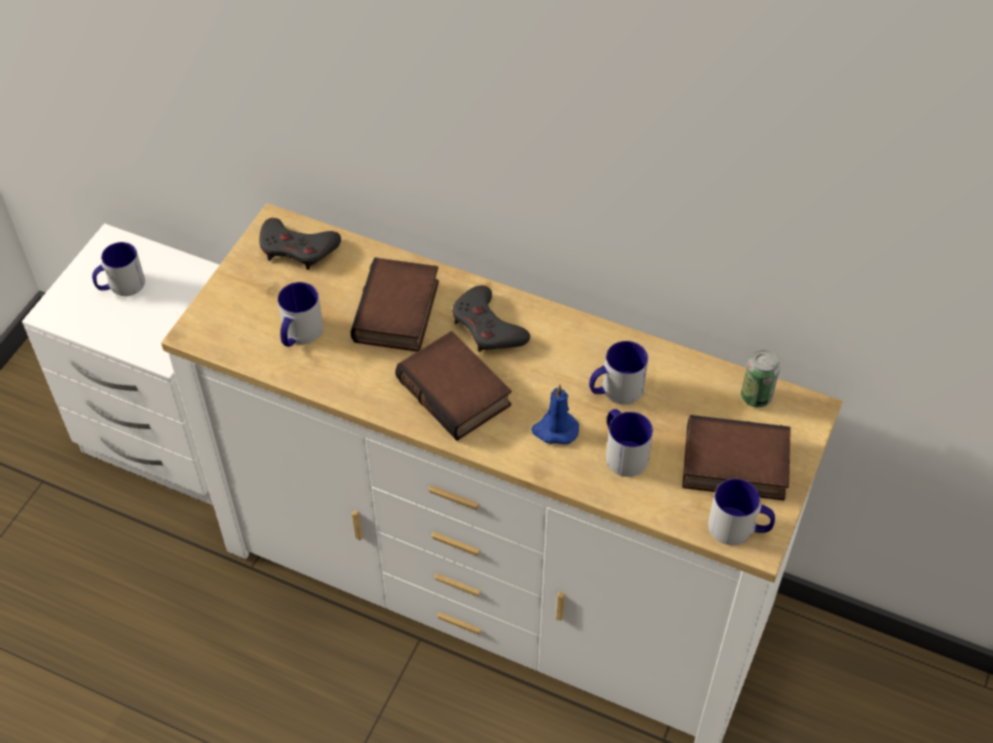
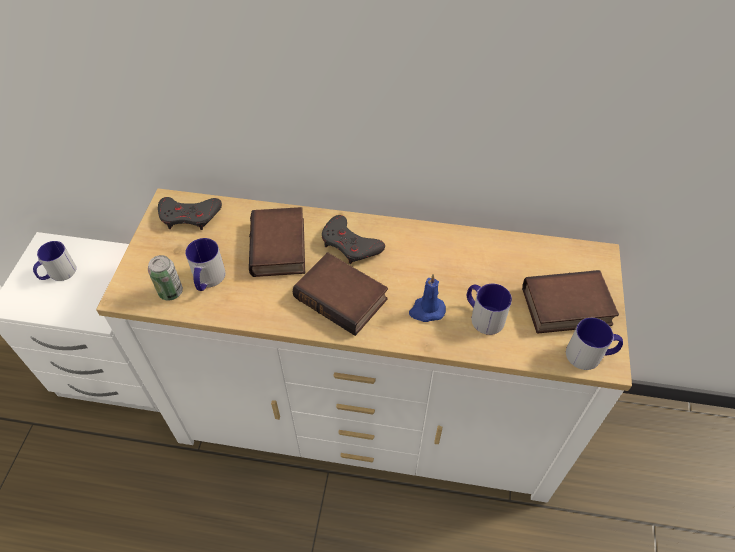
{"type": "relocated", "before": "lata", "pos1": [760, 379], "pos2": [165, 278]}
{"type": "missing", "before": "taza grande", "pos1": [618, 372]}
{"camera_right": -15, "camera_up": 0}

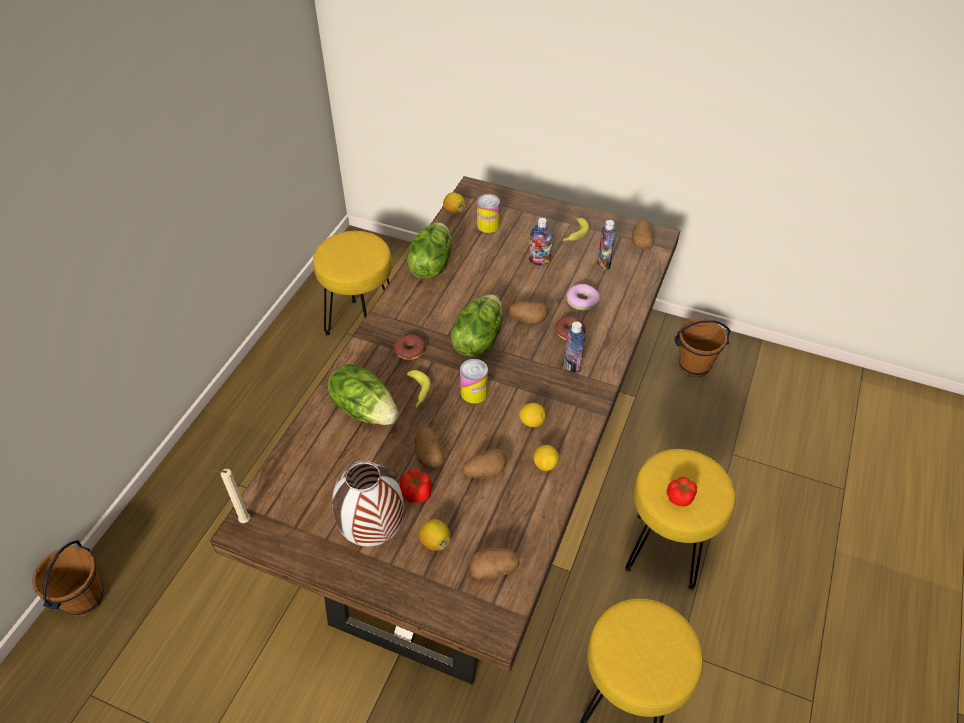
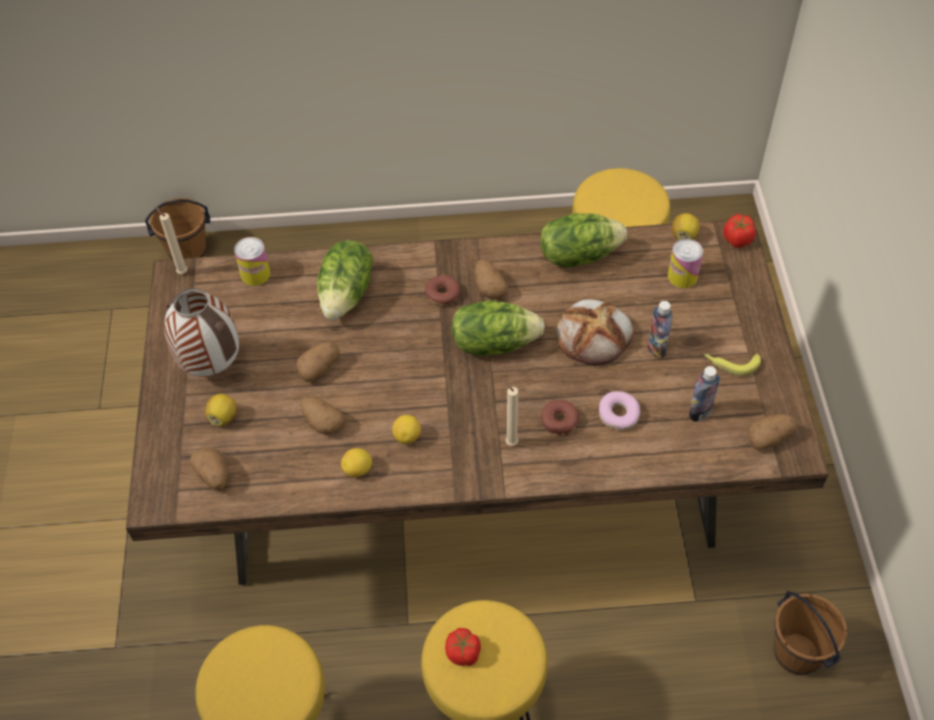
{"type": "relocated", "before": "lata", "pos1": [474, 381], "pos2": [252, 261]}
{"type": "relocated", "before": "patata", "pos1": [529, 312], "pos2": [491, 279]}
{"type": "exchanged", "before": "botella", "after": "vela [beis]", "pos1": [574, 347], "pos2": [510, 413]}
{"type": "appeared", "after": "pan", "pos2": [594, 332]}
{"type": "relocated", "before": "tomate", "pos1": [416, 486], "pos2": [739, 231]}
{"type": "missing", "before": "plátano", "pos1": [419, 389]}
{"camera_right": 65, "camera_up": 5}

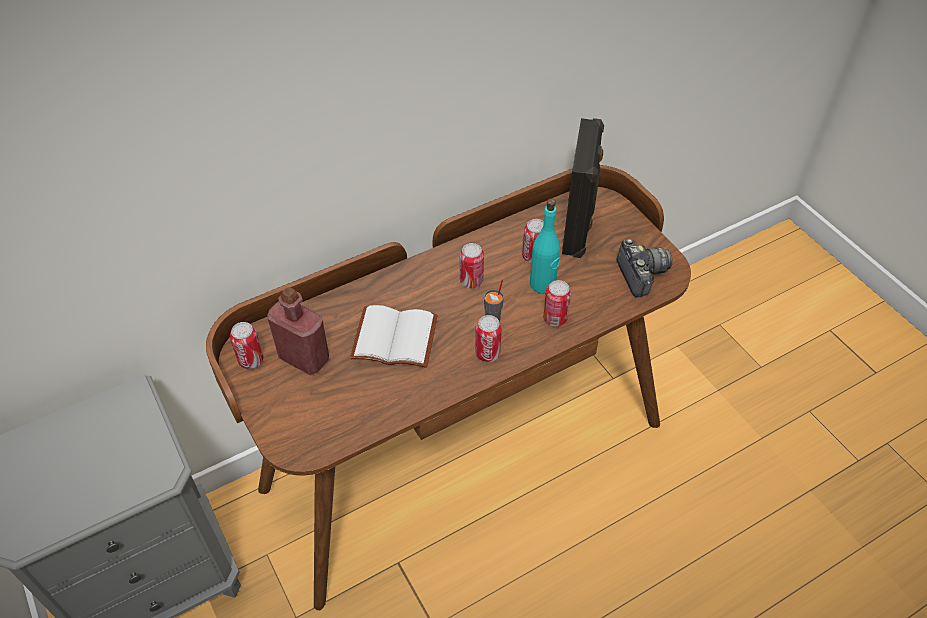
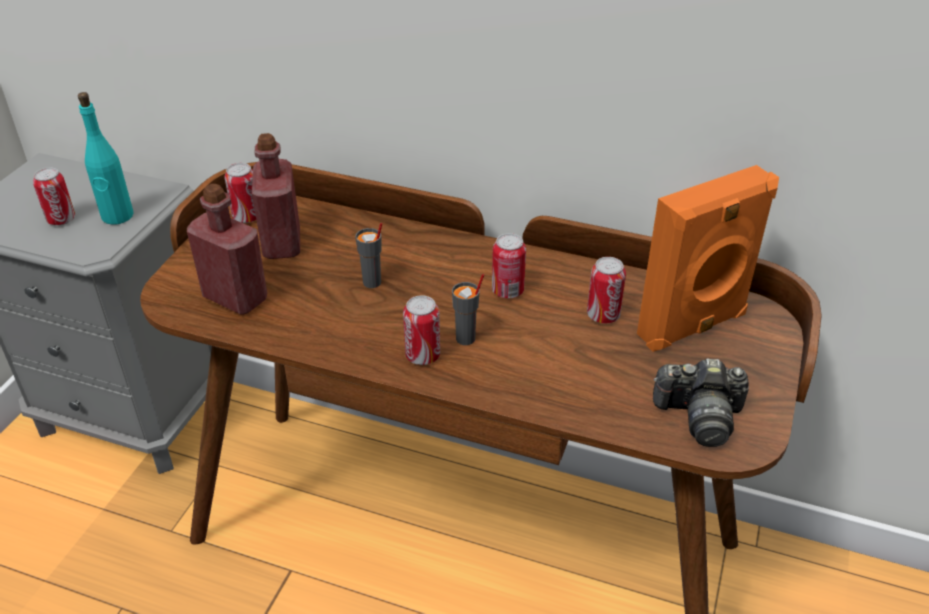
{"type": "relocated", "before": "lata", "pos1": [557, 303], "pos2": [54, 196]}
{"type": "relocated", "before": "botella [turquesa]", "pos1": [545, 246], "pos2": [106, 158]}
{"type": "appeared", "after": "botella [rojo]", "pos2": [227, 249]}
{"type": "exchanged", "before": "libro [blanco]", "after": "taza [gris]", "pos1": [394, 336], "pos2": [368, 255]}
{"type": "colour", "before": "altavoz [negro]", "after": "altavoz [naranja]", "pos1": [583, 188], "pos2": [708, 258]}
{"type": "spun", "before": "cámara", "pos1": [644, 268], "pos2": [701, 402], "turn": 60}
{"camera_right": 50, "camera_up": -10}

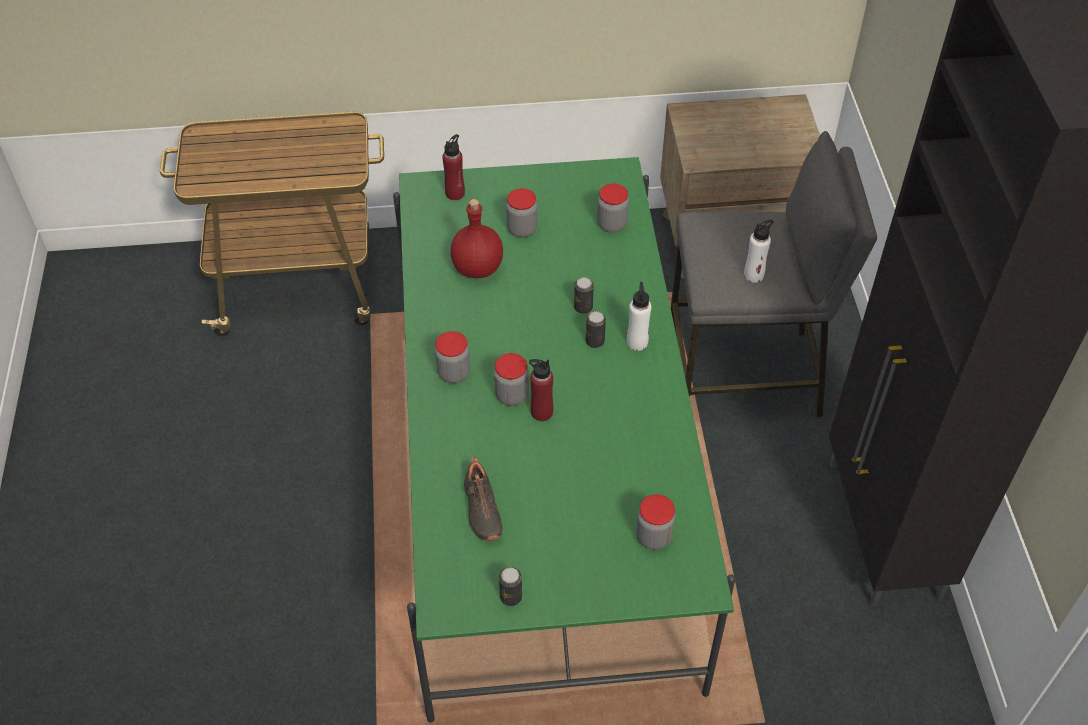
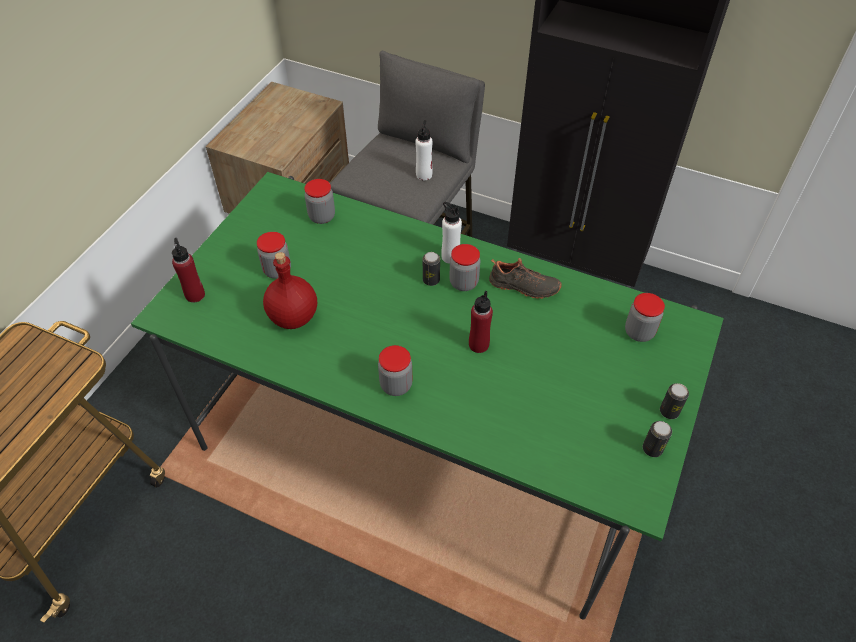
{"type": "relocated", "before": "tarro", "pos1": [511, 379], "pos2": [464, 267]}
{"type": "relocated", "before": "zapato [negro]", "pos1": [483, 498], "pos2": [525, 278]}
{"type": "relocated", "before": "lata", "pos1": [584, 295], "pos2": [674, 401]}
{"camera_right": -60, "camera_up": 0}

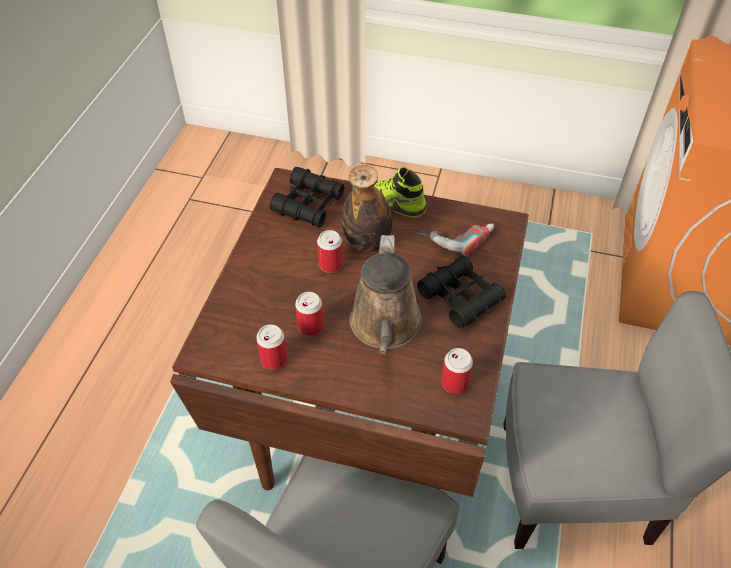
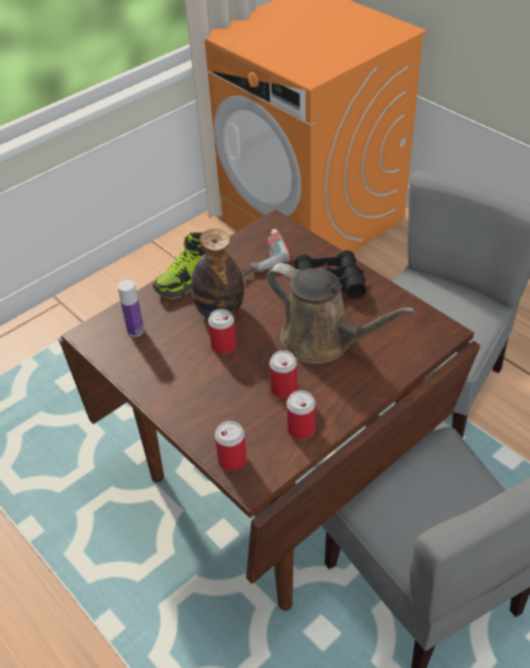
{"type": "exchanged", "before": "prismáticos [negro]", "after": "botella", "pos1": [307, 197], "pos2": [131, 308]}
{"type": "relocated", "before": "lata", "pos1": [457, 371], "pos2": [231, 446]}
{"camera_right": -55, "camera_up": -5}

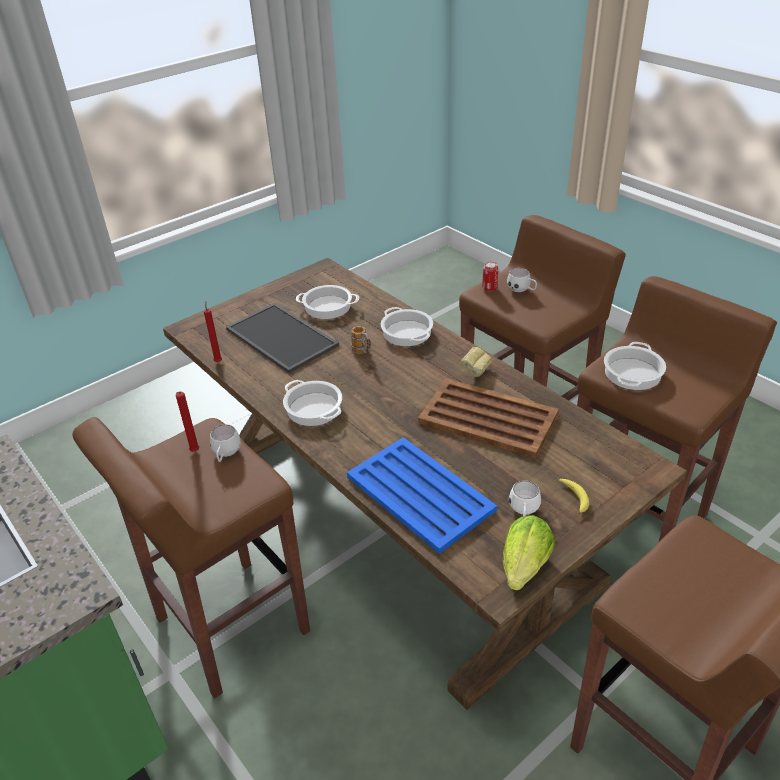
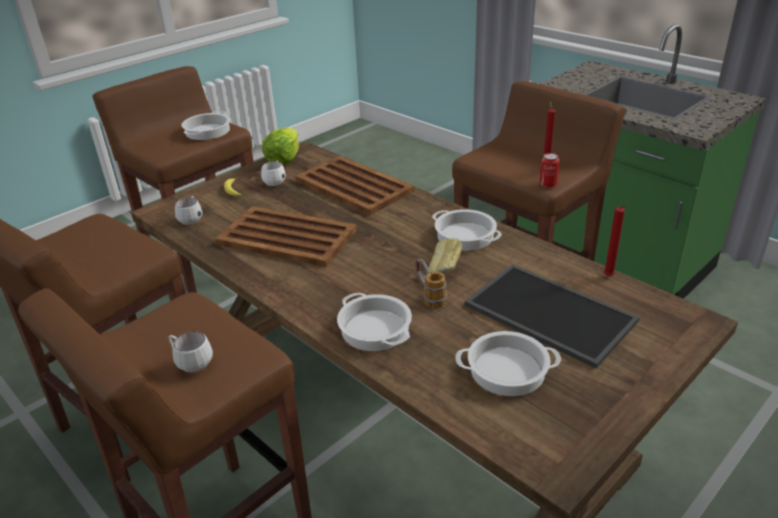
{"type": "relocated", "before": "taza grande [blanco]", "pos1": [225, 443], "pos2": [188, 210]}
{"type": "relocated", "before": "olla", "pos1": [635, 366], "pos2": [205, 125]}
{"type": "colour", "before": "bandeja [azul]", "after": "bandeja [marrón]", "pos1": [422, 495], "pos2": [355, 185]}
{"type": "relocated", "before": "pan", "pos1": [476, 362], "pos2": [445, 256]}
{"type": "relocated", "before": "lata", "pos1": [490, 276], "pos2": [549, 170]}
{"camera_right": 175, "camera_up": -5}

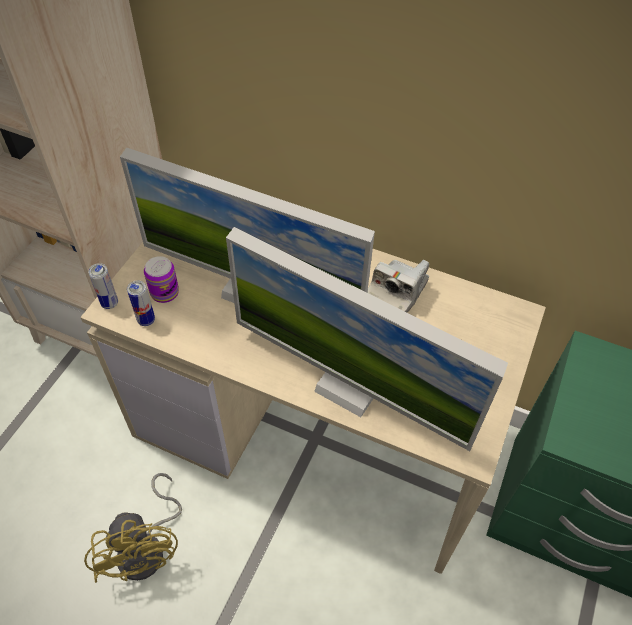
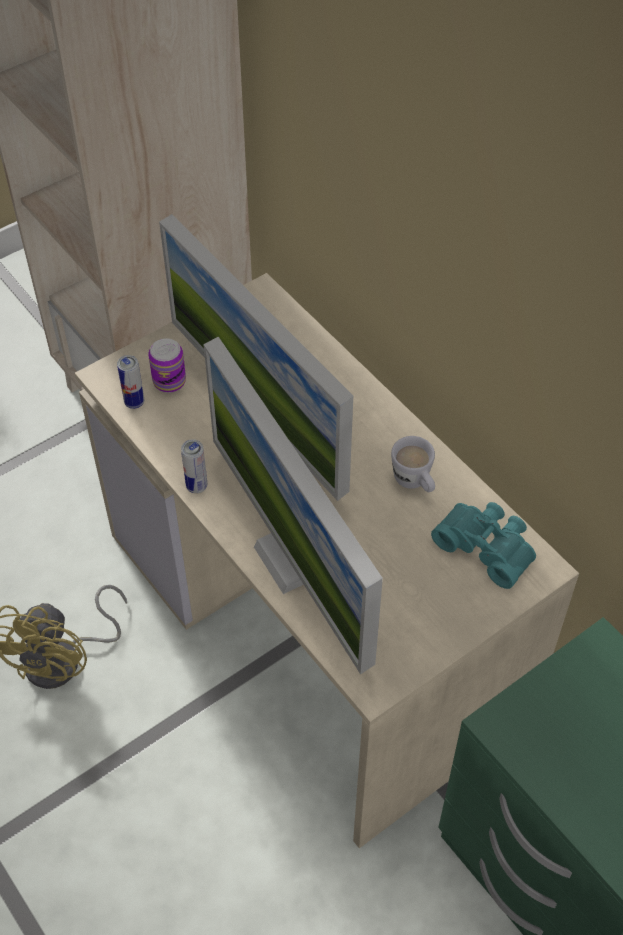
{"type": "relocated", "before": "lata", "pos1": [103, 286], "pos2": [194, 466]}
{"type": "exchanged", "before": "cámara", "after": "taza grande [blanco]", "pos1": [398, 286], "pos2": [413, 464]}
{"type": "appeared", "after": "prismáticos [turquesa]", "pos2": [483, 545]}
{"camera_right": 30, "camera_up": 0}

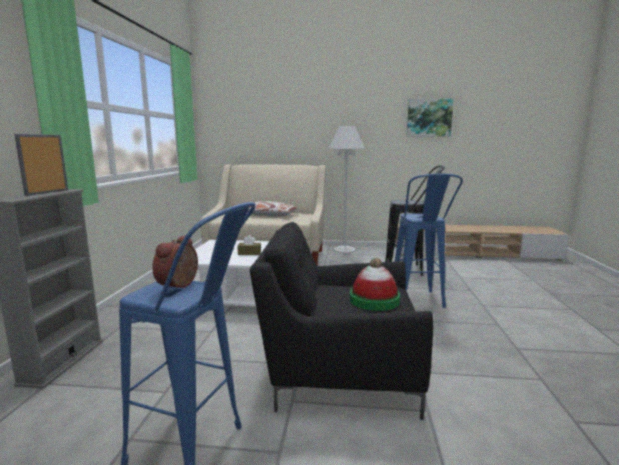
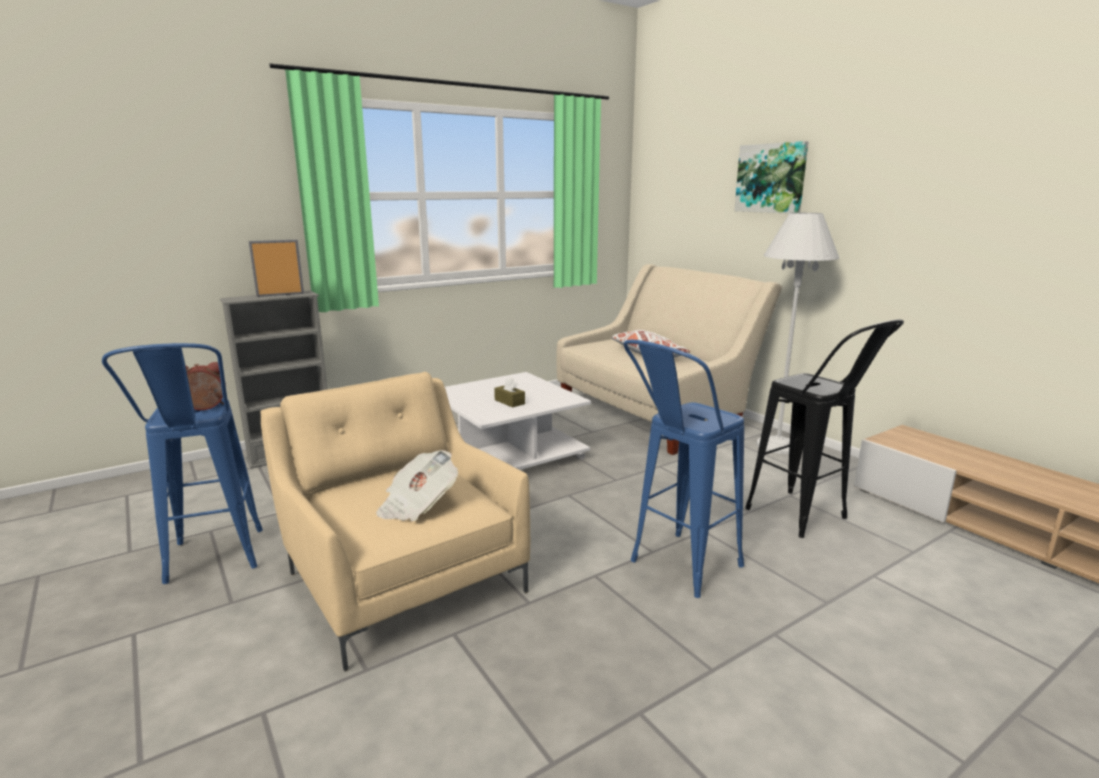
{"type": "colour", "before": "sillón [negro]", "after": "sillón [beis]", "pos1": [341, 321], "pos2": [395, 521]}
{"type": "exchanged", "before": "sombrero", "after": "periódico", "pos1": [375, 284], "pos2": [417, 486]}
{"type": "relocated", "before": "cuadro", "pos1": [430, 117], "pos2": [771, 177]}
{"camera_right": 50, "camera_up": 5}

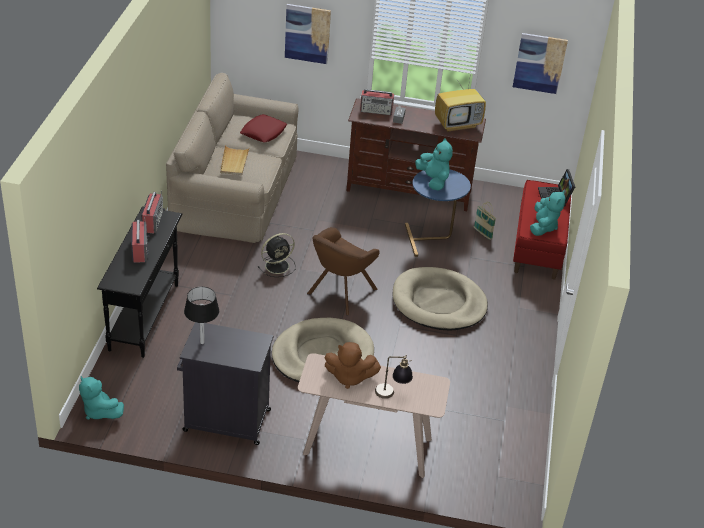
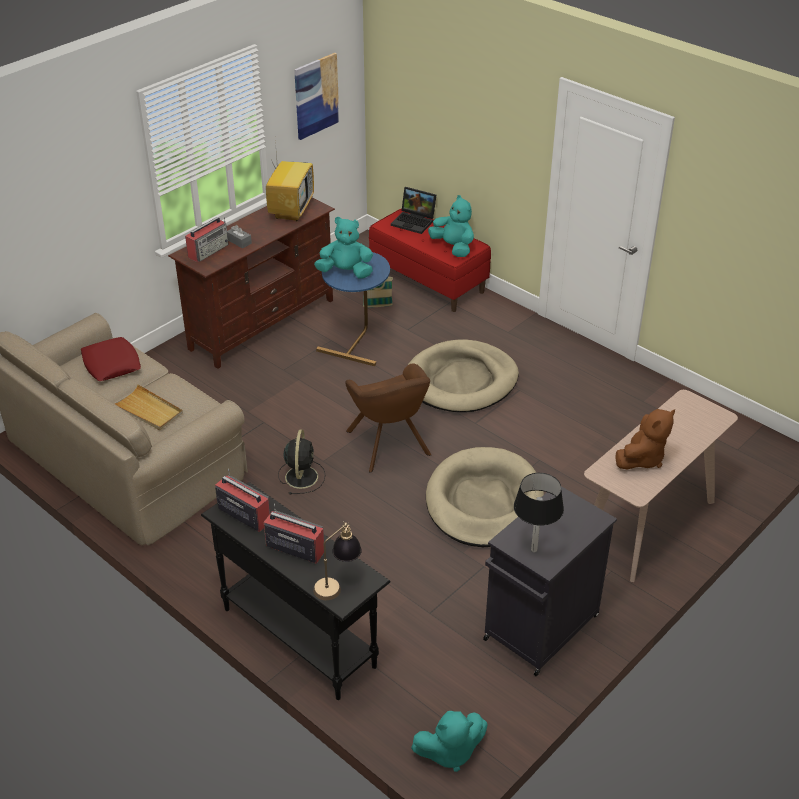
{"type": "relocated", "before": "lámpara de mesa", "pos1": [394, 377], "pos2": [337, 560]}
{"type": "missing", "before": "cuadro", "pos1": [308, 34]}
{"camera_right": -55, "camera_up": 0}

